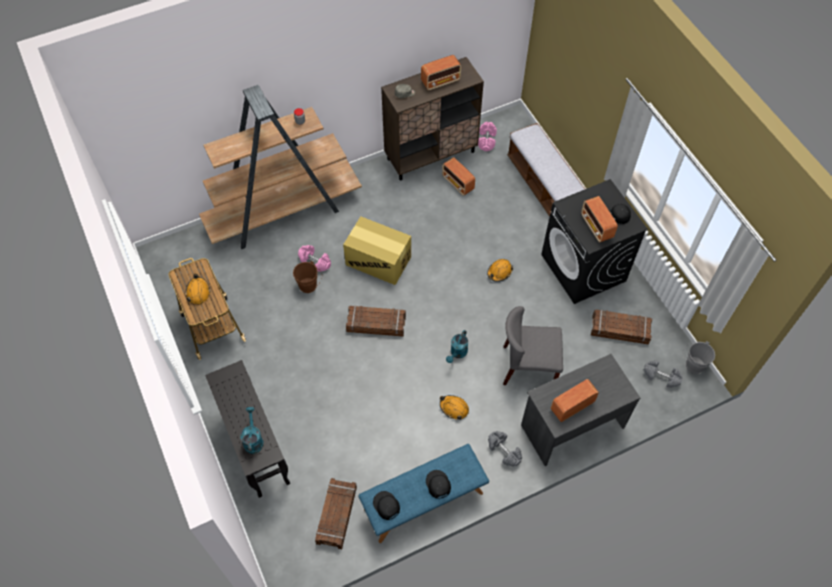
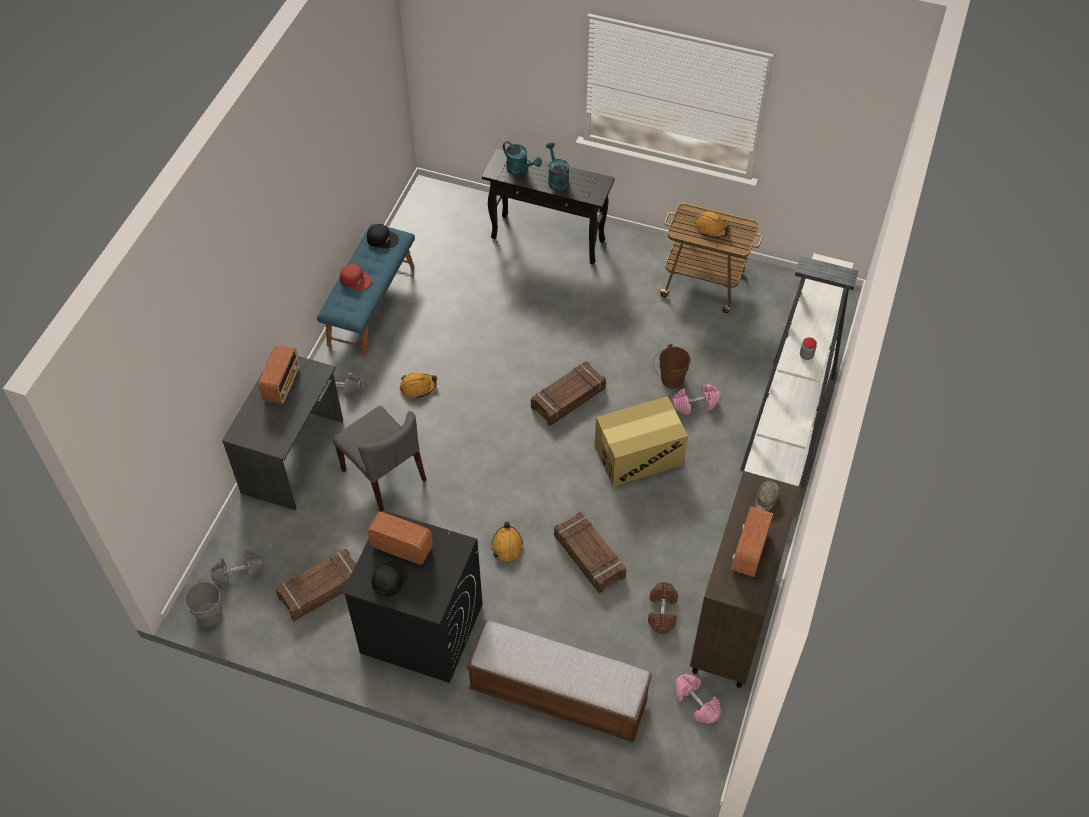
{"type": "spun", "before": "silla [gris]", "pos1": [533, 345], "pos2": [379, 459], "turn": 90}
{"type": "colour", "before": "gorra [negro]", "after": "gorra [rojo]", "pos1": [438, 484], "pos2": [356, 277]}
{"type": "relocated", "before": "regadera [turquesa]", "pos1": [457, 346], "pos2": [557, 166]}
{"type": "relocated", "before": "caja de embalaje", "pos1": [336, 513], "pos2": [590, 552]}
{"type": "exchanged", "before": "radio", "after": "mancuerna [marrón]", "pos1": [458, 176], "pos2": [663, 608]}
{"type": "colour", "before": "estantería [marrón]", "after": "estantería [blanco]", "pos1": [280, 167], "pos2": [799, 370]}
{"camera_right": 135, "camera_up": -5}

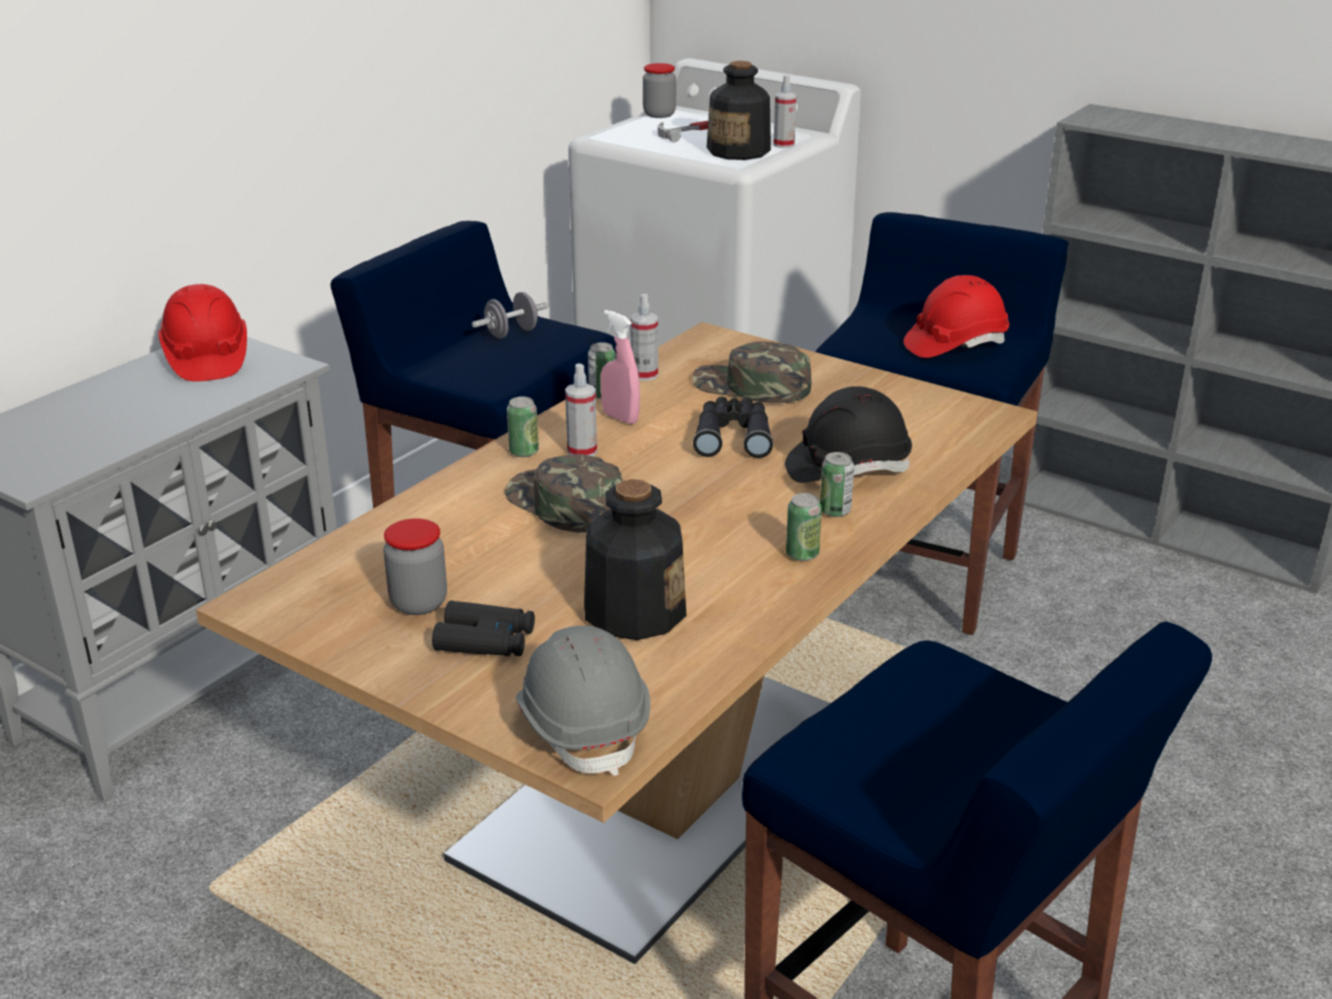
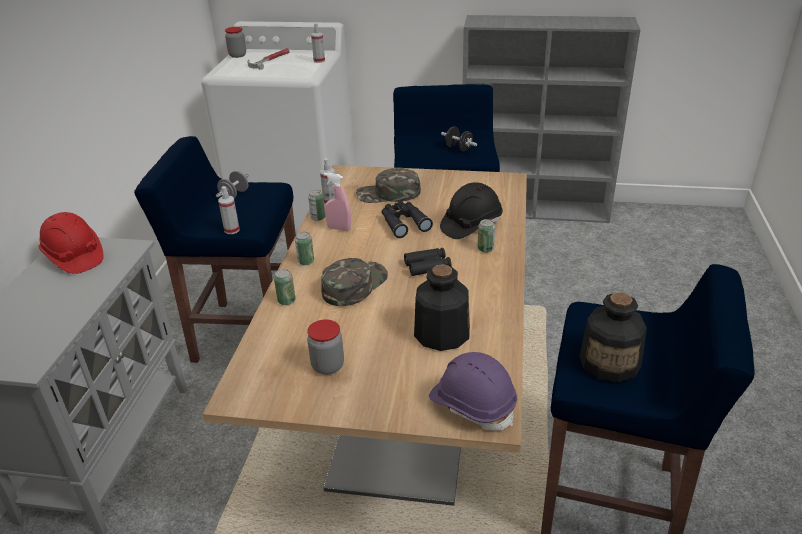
{"type": "relocated", "before": "pulverizador", "pos1": [581, 410], "pos2": [229, 210]}
{"type": "relocated", "before": "lata", "pos1": [804, 527], "pos2": [285, 287]}
{"type": "spun", "before": "gorra [verde]", "pos1": [564, 493], "pos2": [354, 282], "turn": 105}
{"type": "relocated", "before": "prismáticos [negro]", "pos1": [483, 628], "pos2": [428, 262]}
{"type": "colour", "before": "casco [gris]", "after": "casco [morado]", "pos1": [583, 701], "pos2": [473, 391]}
{"type": "exchanged", "before": "casco [rojo]", "after": "mancuerna [negro]", "pos1": [956, 316], "pos2": [459, 139]}
{"type": "relocated", "before": "botella", "pos1": [739, 110], "pos2": [613, 337]}
{"camera_right": -25, "camera_up": 5}

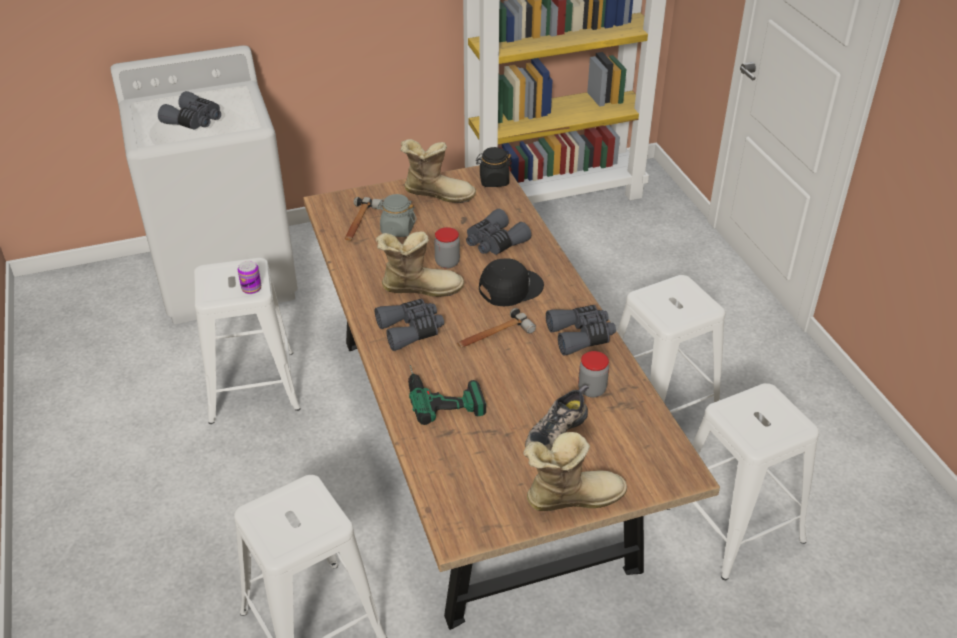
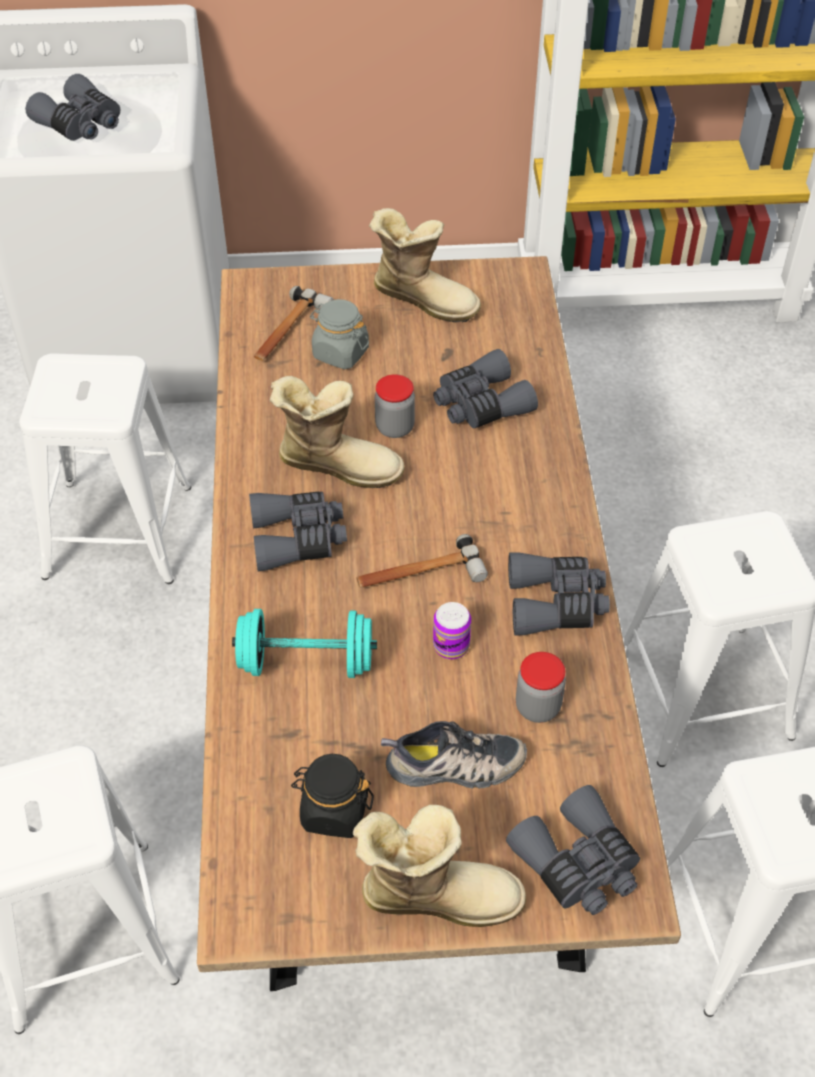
{"type": "exchanged", "before": "taladro", "after": "mancuerna [turquesa]", "pos1": [447, 395], "pos2": [304, 643]}
{"type": "relocated", "before": "tarro [negro]", "pos1": [494, 167], "pos2": [332, 796]}
{"type": "spun", "before": "zapato", "pos1": [557, 417], "pos2": [454, 755], "turn": -150}
{"type": "relocated", "before": "lata", "pos1": [249, 277], "pos2": [452, 630]}
{"type": "appeared", "after": "prismáticos [gris]", "pos2": [573, 850]}
{"type": "missing", "before": "gorra [negro]", "pos1": [511, 282]}
{"camera_right": 15, "camera_up": 10}

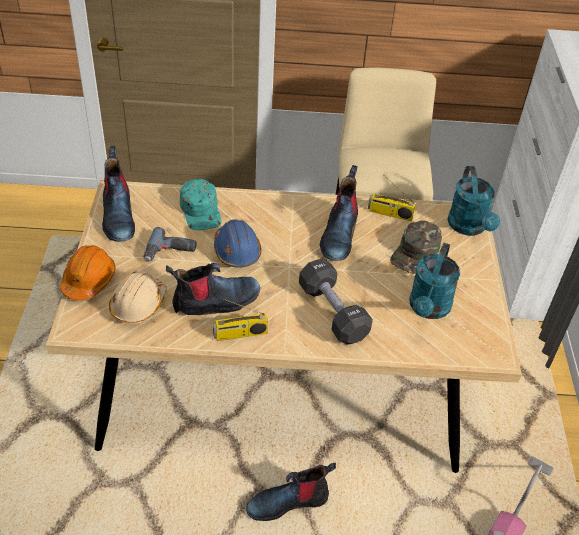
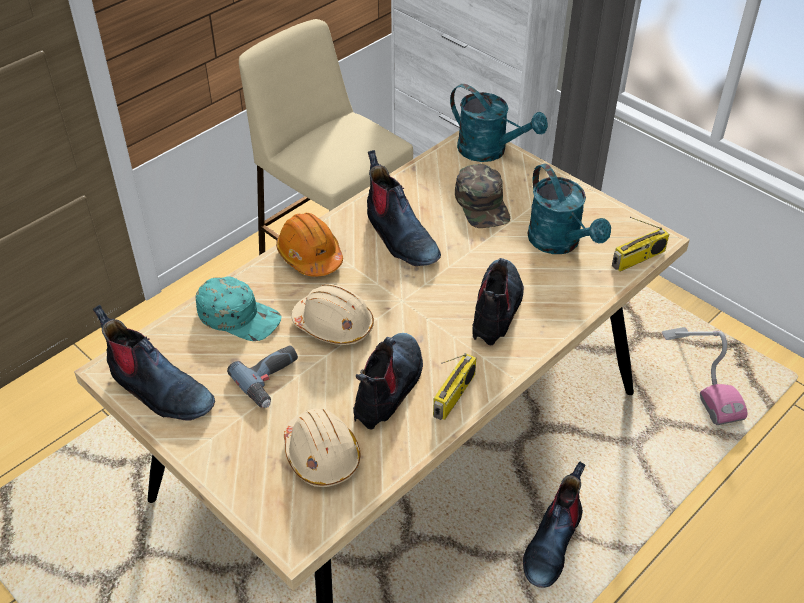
{"type": "relocated", "before": "casco [naranja]", "pos1": [88, 272], "pos2": [309, 245]}
{"type": "colour", "before": "casco [azul]", "after": "casco [beis]", "pos1": [238, 243], "pos2": [332, 314]}
{"type": "exchanged", "before": "mancuerna [negro]", "after": "bota", "pos1": [336, 302], "pos2": [498, 301]}
{"type": "relocated", "before": "radio", "pos1": [392, 198], "pos2": [640, 244]}
{"camera_right": -45, "camera_up": 0}

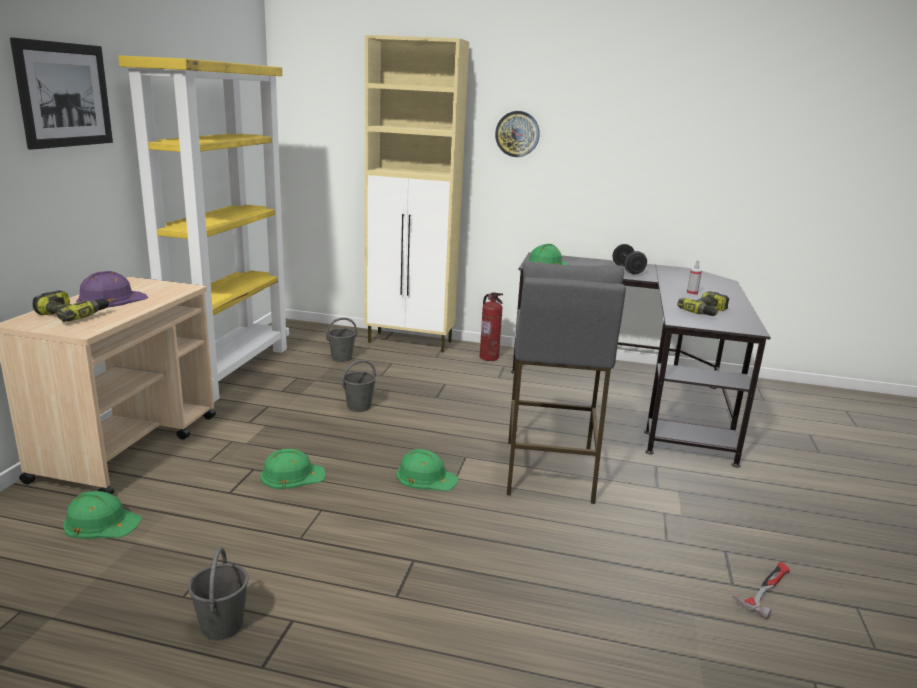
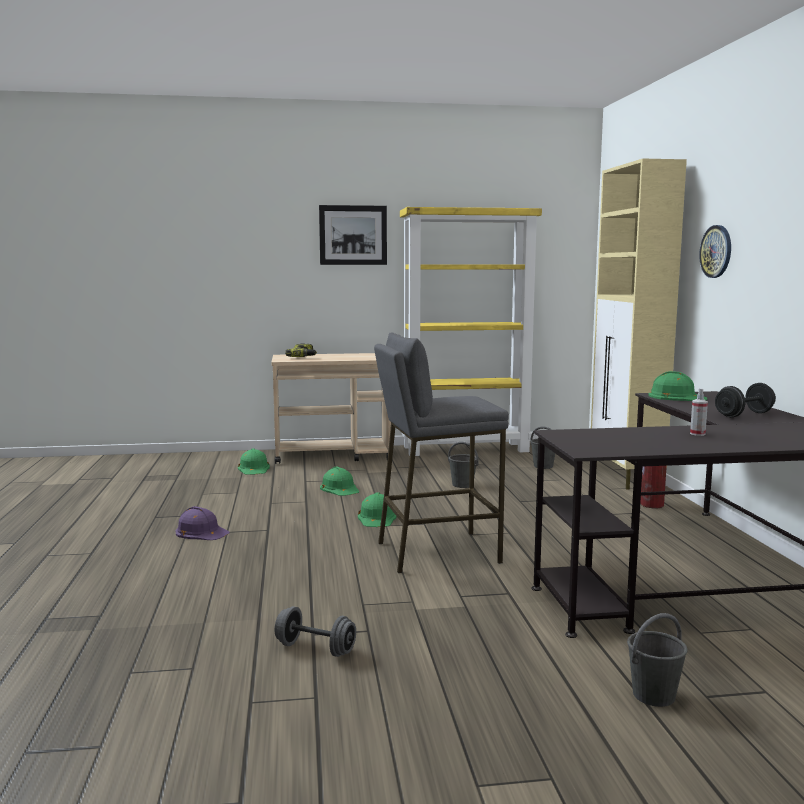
{"type": "relocated", "before": "casco [morado]", "pos1": [112, 289], "pos2": [203, 523]}
{"type": "exchanged", "before": "martillo", "after": "mancuerna [gris]", "pos1": [761, 590], "pos2": [315, 631]}
{"type": "relocated", "before": "cubo [gris]", "pos1": [218, 593], "pos2": [657, 660]}
{"type": "missing", "before": "taladro", "pos1": [703, 303]}
{"camera_right": 70, "camera_up": -10}

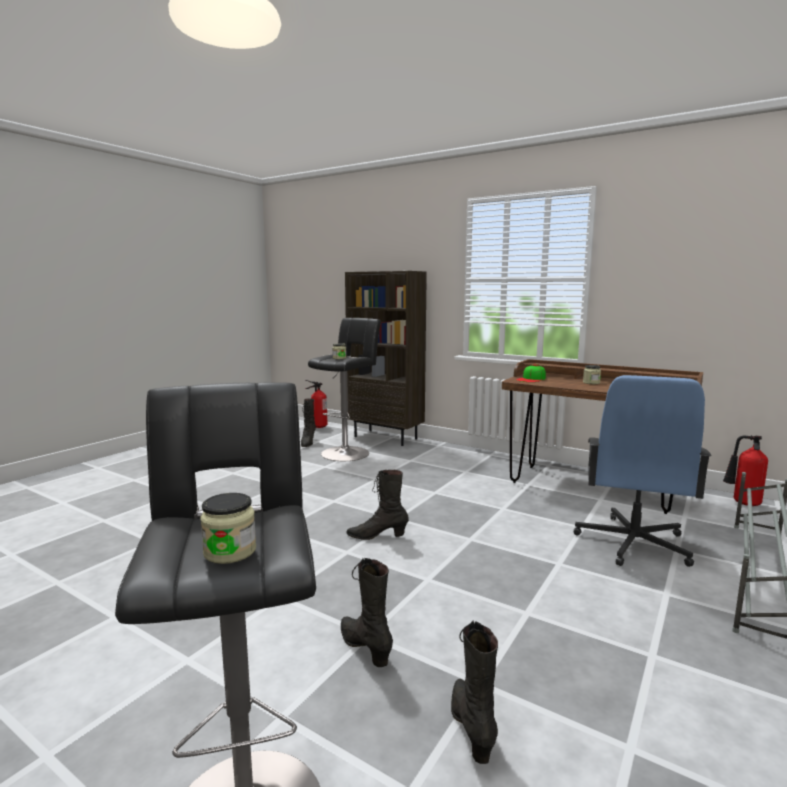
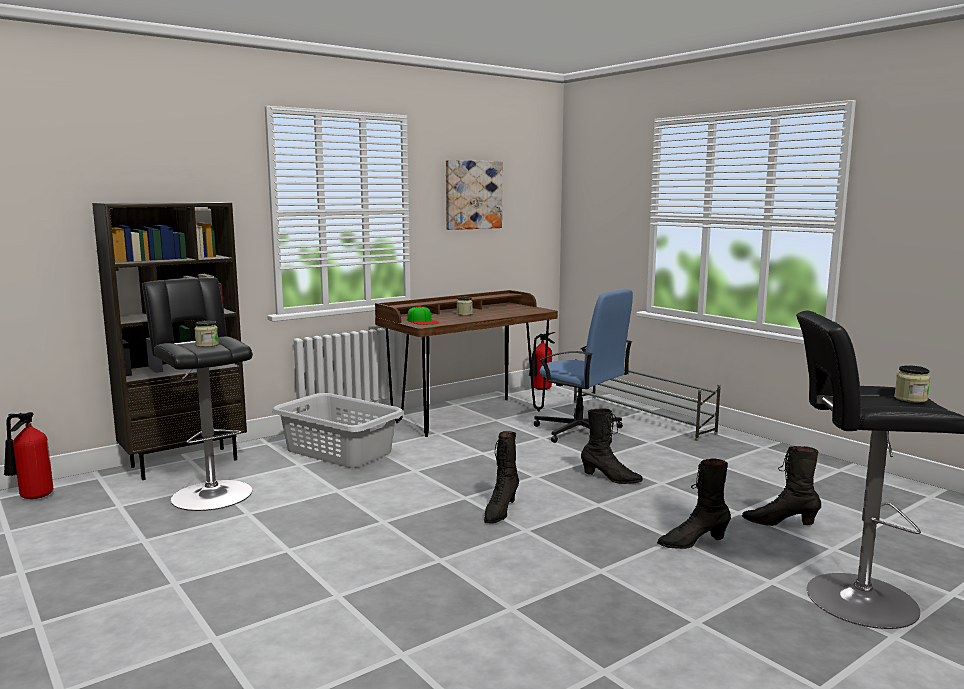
{"type": "appeared", "after": "cesto de la ropa [gris]", "pos2": [338, 430]}
{"type": "appeared", "after": "cuadro", "pos2": [474, 195]}
{"type": "relocated", "before": "bota [negro]", "pos1": [308, 423], "pos2": [612, 446]}
{"camera_right": -70, "camera_up": 0}

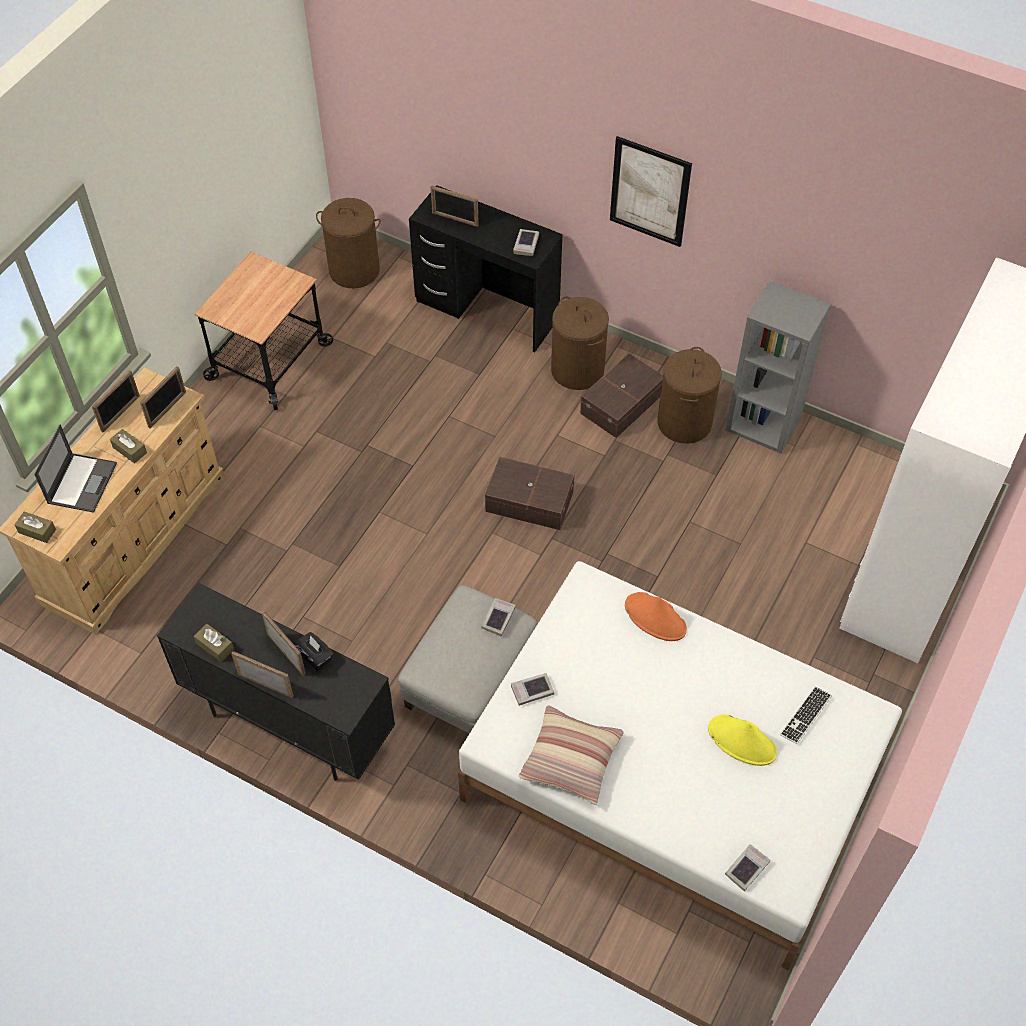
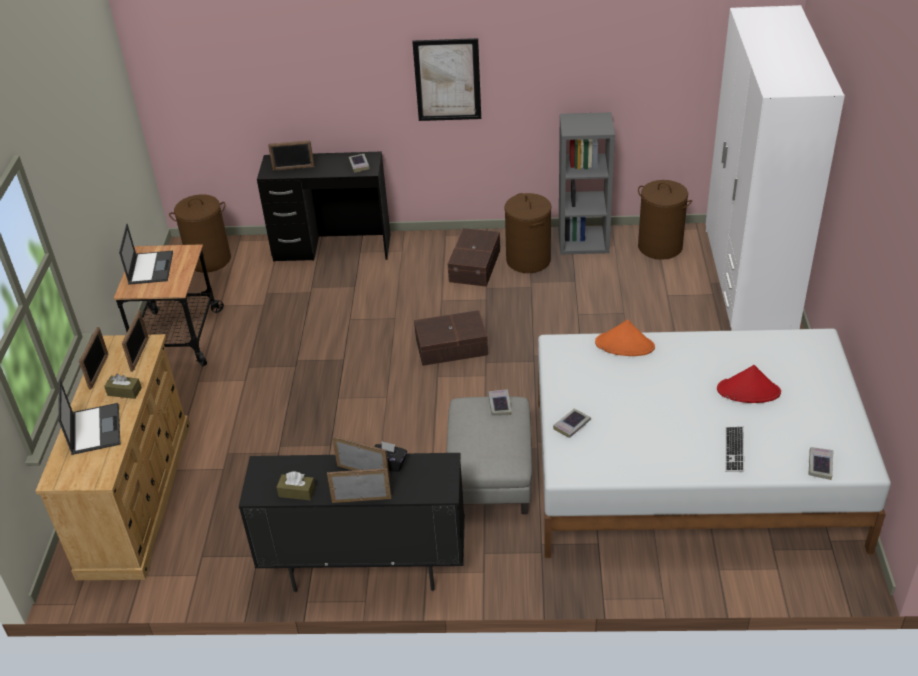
{"type": "appeared", "after": "portátil", "pos2": [146, 254]}
{"type": "relocated", "before": "cesto de la ropa [marrón]", "pos1": [580, 343], "pos2": [665, 220]}
{"type": "colour", "before": "sombrero [amarillo]", "after": "sombrero [rojo]", "pos1": [742, 740], "pos2": [749, 384]}
{"type": "relocated", "before": "teclado", "pos1": [806, 715], "pos2": [734, 449]}
{"type": "missing", "before": "caja de pañuelos [marrón]", "pos1": [35, 527]}
{"type": "missing", "before": "cojín", "pos1": [571, 755]}
{"camera_right": -25, "camera_up": -15}

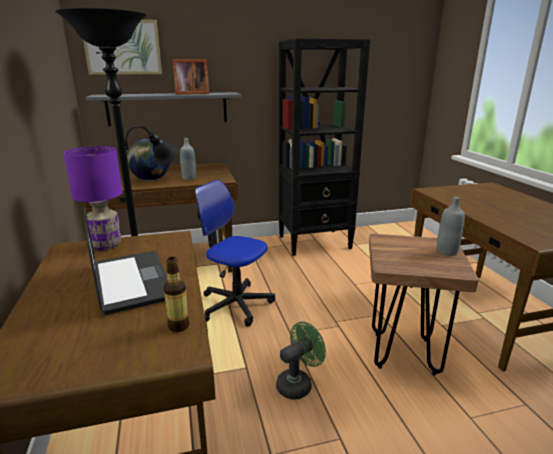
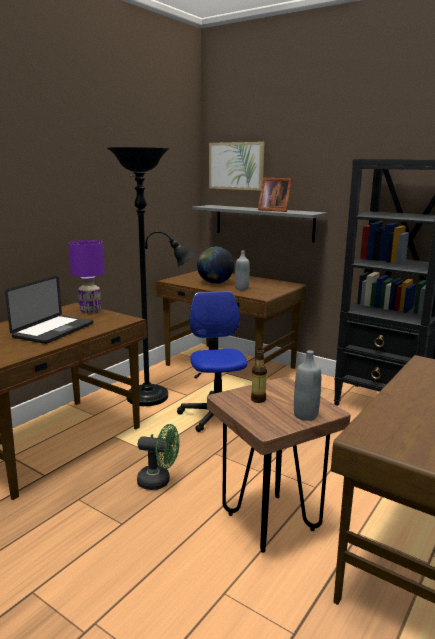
{"type": "relocated", "before": "botella", "pos1": [176, 294], "pos2": [259, 376]}
{"camera_right": 50, "camera_up": -5}

